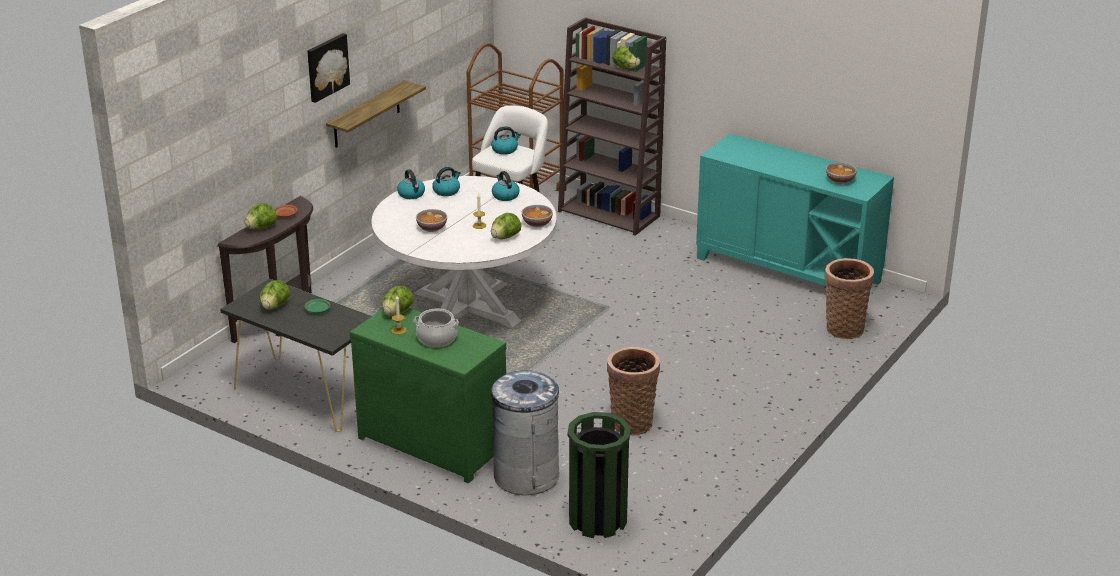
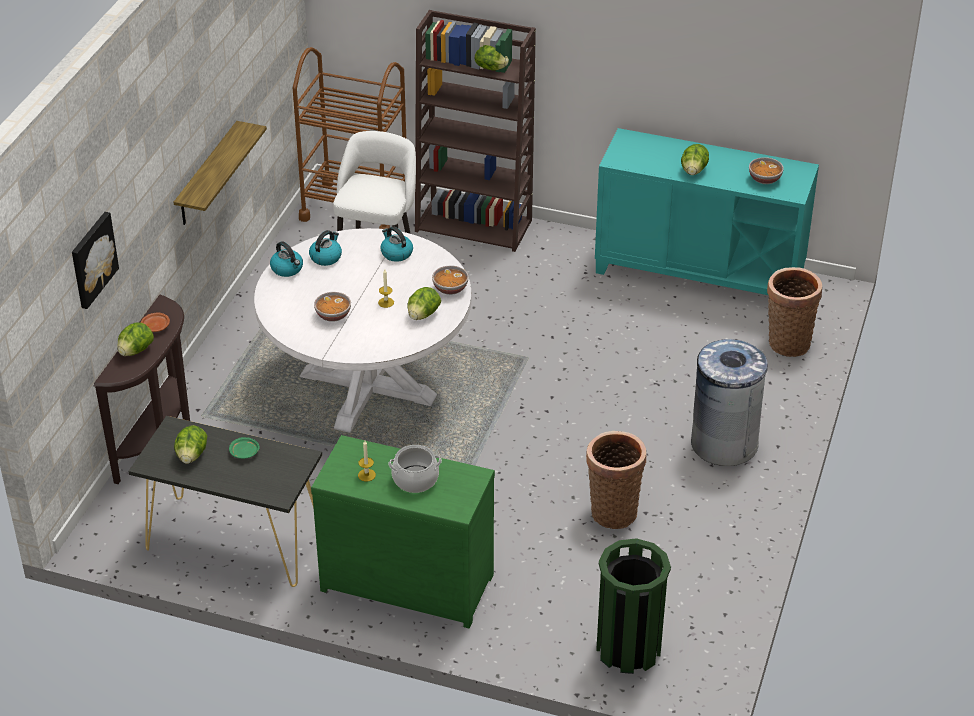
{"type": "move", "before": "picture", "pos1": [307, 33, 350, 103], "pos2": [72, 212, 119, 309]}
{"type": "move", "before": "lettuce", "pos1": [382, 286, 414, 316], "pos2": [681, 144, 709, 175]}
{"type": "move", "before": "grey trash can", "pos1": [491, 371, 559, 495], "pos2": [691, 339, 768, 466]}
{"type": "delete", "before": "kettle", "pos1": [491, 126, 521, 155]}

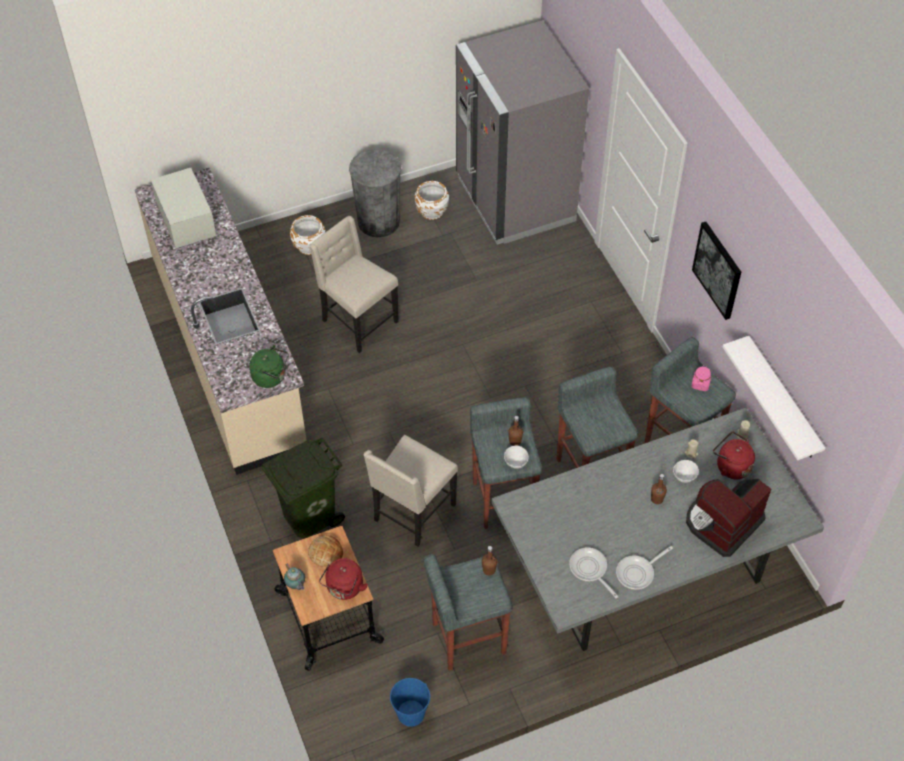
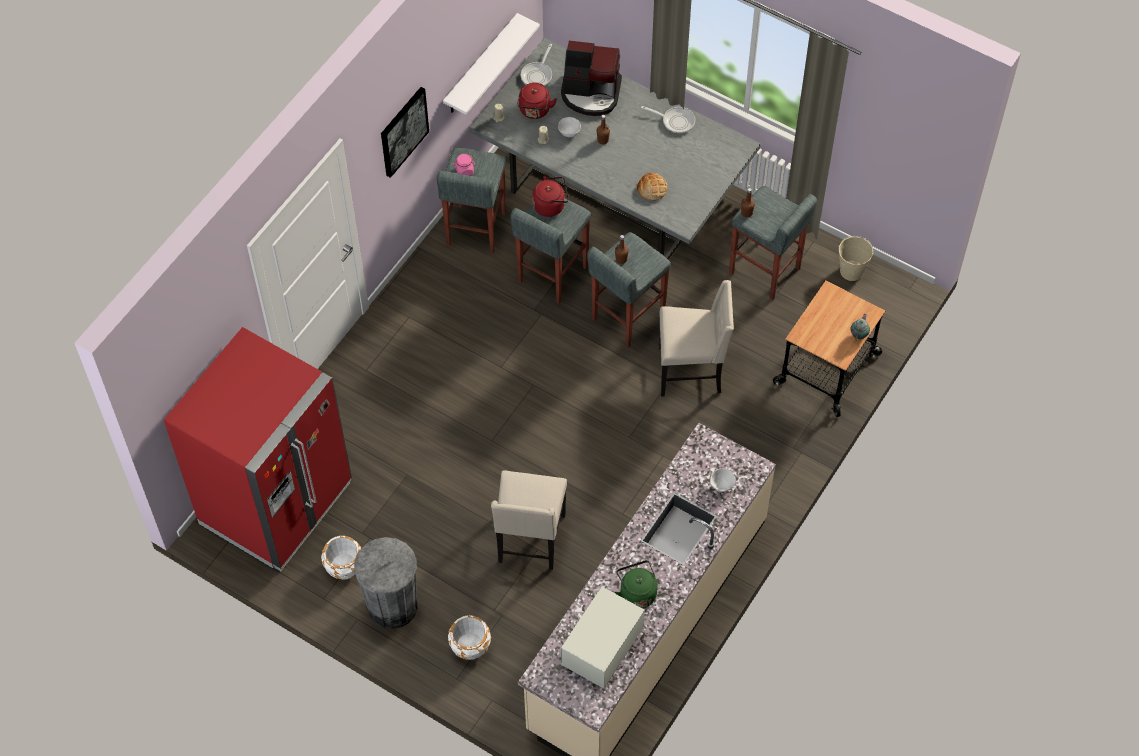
{"type": "recolor", "before": "grey fridge", "after": "red fridge", "pos1": [456, 20, 589, 245], "pos2": [164, 327, 352, 571]}
{"type": "move", "before": "frying pan", "pos1": [569, 547, 618, 598], "pos2": [520, 44, 552, 86]}
{"type": "move", "before": "red kettle", "pos1": [319, 558, 368, 600], "pos2": [532, 176, 569, 217]}
{"type": "move", "before": "green kettle", "pos1": [249, 345, 289, 388], "pos2": [614, 560, 658, 608]}
{"type": "move", "before": "bread", "pos1": [308, 535, 343, 566], "pos2": [637, 173, 668, 201]}
{"type": "move", "before": "white bowl", "pos1": [504, 446, 529, 469], "pos2": [710, 468, 735, 492]}
{"type": "recolor", "before": "blue bucket", "after": "beige bucket", "pos1": [390, 678, 430, 727], "pos2": [839, 236, 874, 281]}
{"type": "delete", "before": "green trash can", "pos1": [262, 438, 345, 538]}

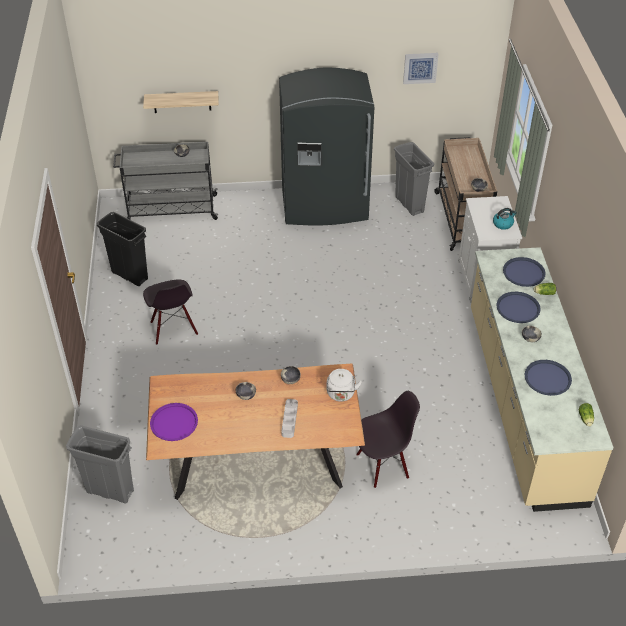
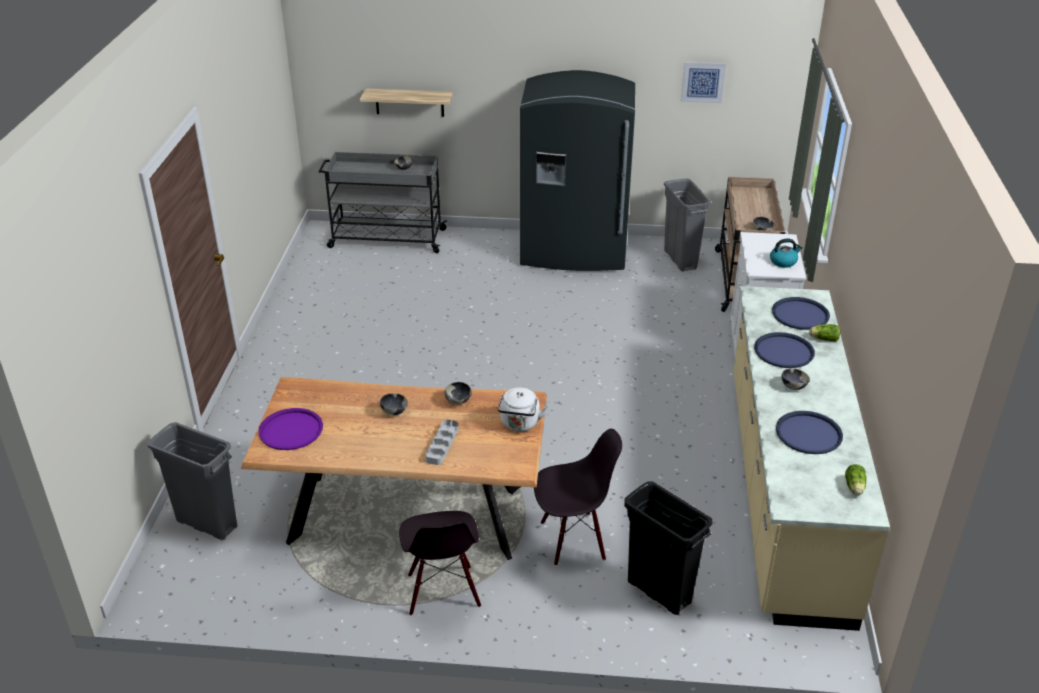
{"type": "move", "before": "black chair", "pos1": [143, 279, 198, 345], "pos2": [399, 511, 481, 615]}
{"type": "move", "before": "black trash can", "pos1": [97, 212, 148, 286], "pos2": [624, 481, 712, 615]}

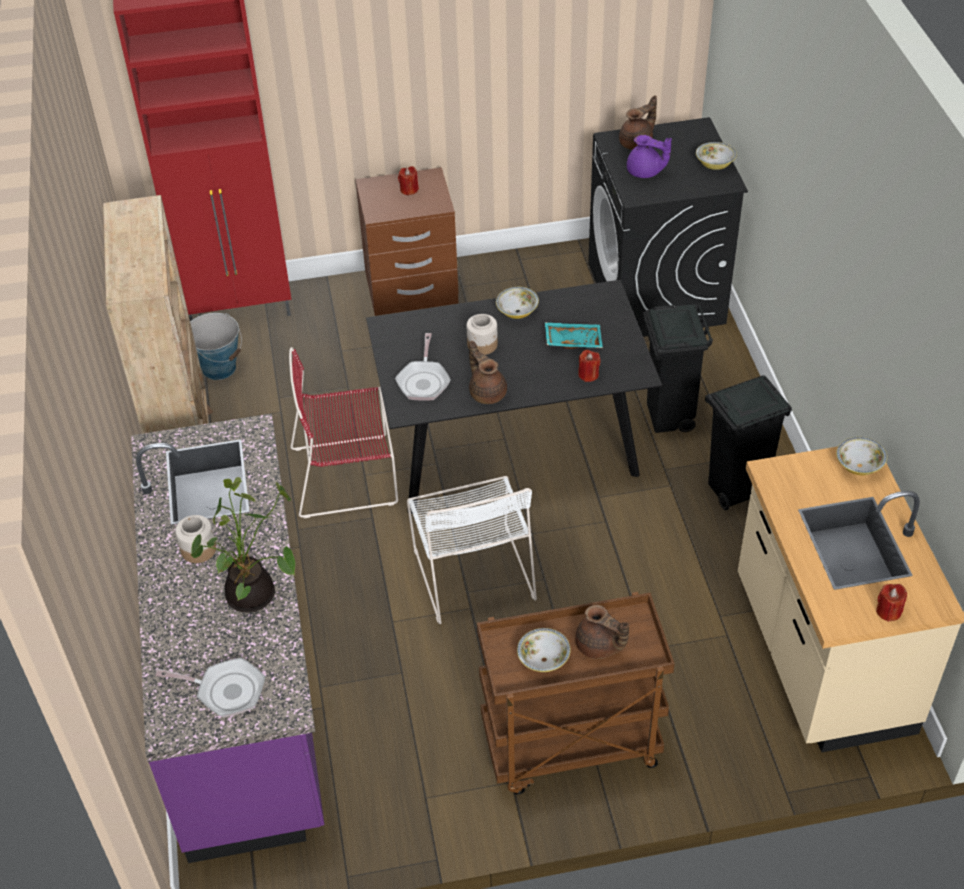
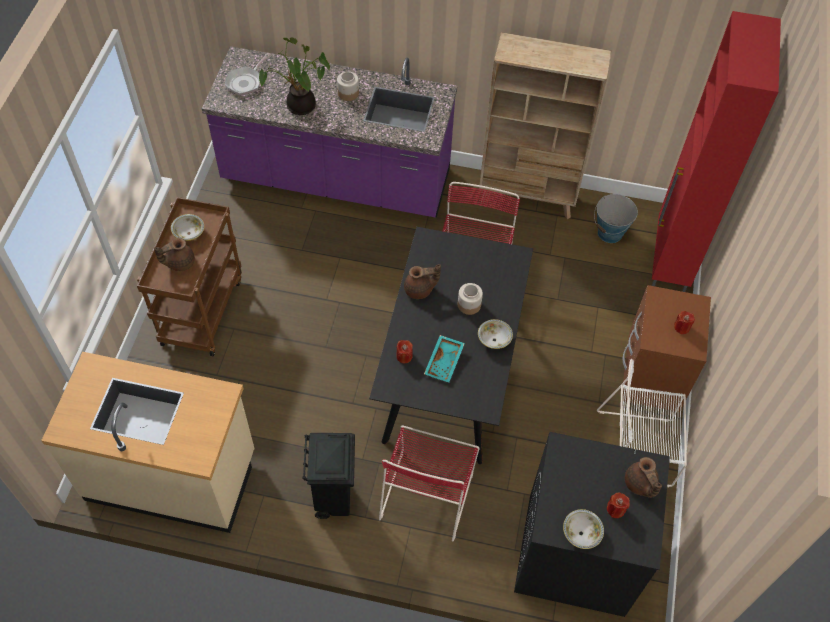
{"type": "replace", "before": "black trash can", "after": "red chair", "pos1": [643, 303, 713, 433], "pos2": [379, 425, 480, 542]}
{"type": "move", "before": "white chair", "pos1": [407, 476, 537, 624], "pos2": [597, 359, 687, 487]}
{"type": "move", "before": "red candle", "pos1": [876, 584, 907, 622], "pos2": [607, 493, 630, 518]}
{"type": "delete", "before": "frying pan", "pos1": [395, 333, 451, 401]}
{"type": "delete", "before": "purple teapot", "pos1": [627, 135, 672, 178]}
{"type": "delete", "before": "bowl", "pos1": [836, 437, 887, 475]}

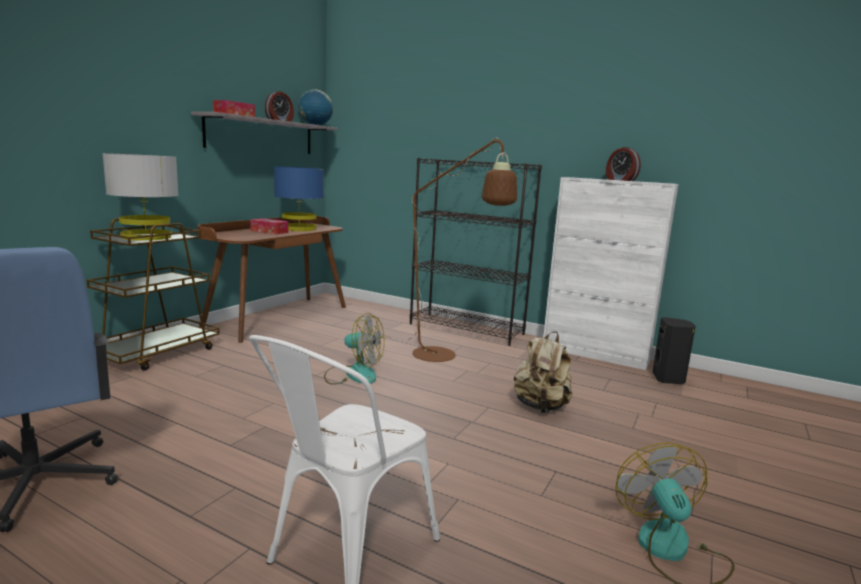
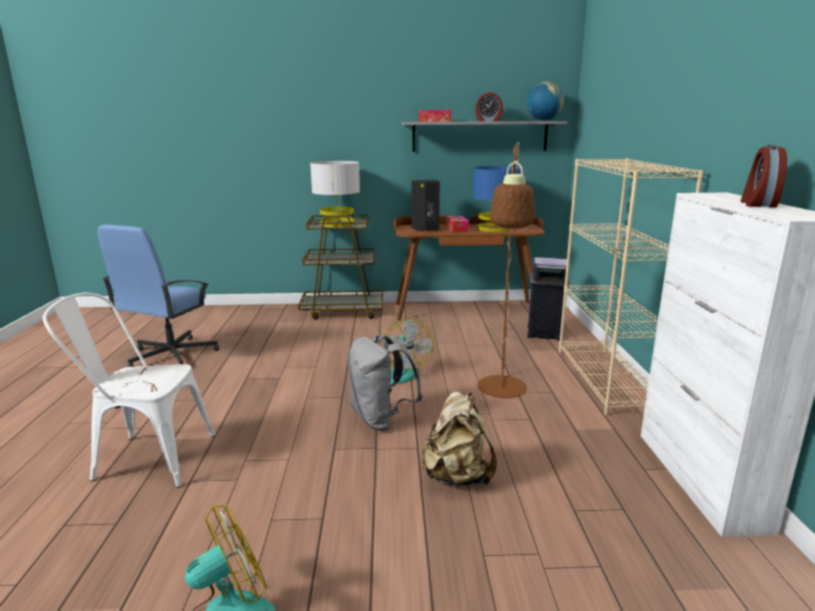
{"type": "insert", "after": "grey backpack", "pos2": [348, 335, 422, 431]}
{"type": "move", "before": "black speaker", "pos1": [652, 317, 696, 384], "pos2": [411, 180, 440, 232]}
{"type": "insert", "after": "blue trash can", "pos2": [527, 257, 570, 340]}
{"type": "recolor", "before": "black bookcase", "after": "beige bookcase", "pos1": [410, 158, 542, 346], "pos2": [559, 158, 704, 416]}

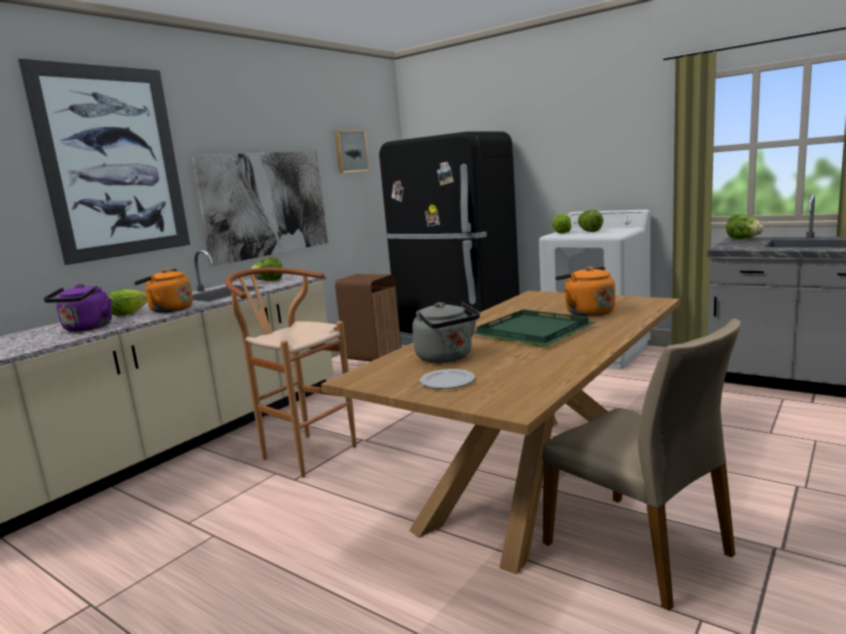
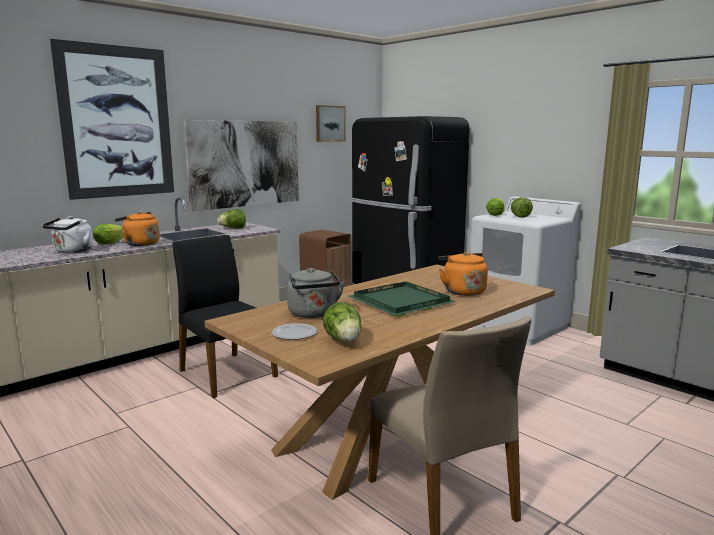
{"type": "recolor", "before": "purple kettle", "after": "white kettle", "pos1": [43, 284, 112, 332], "pos2": [42, 216, 93, 253]}
{"type": "replace", "before": "brown stool", "after": "black chair", "pos1": [226, 268, 357, 478], "pos2": [172, 235, 278, 398]}
{"type": "move", "before": "lettuce", "pos1": [726, 214, 764, 239], "pos2": [323, 302, 362, 342]}

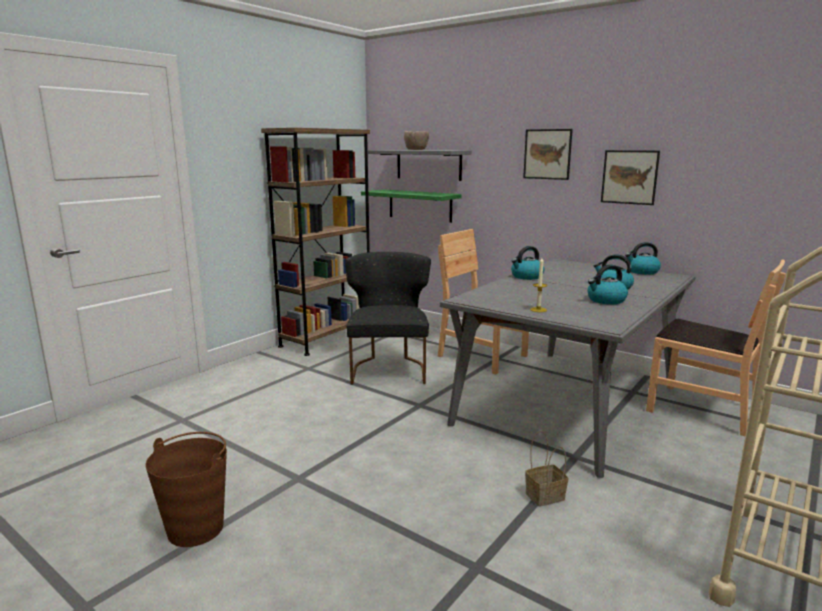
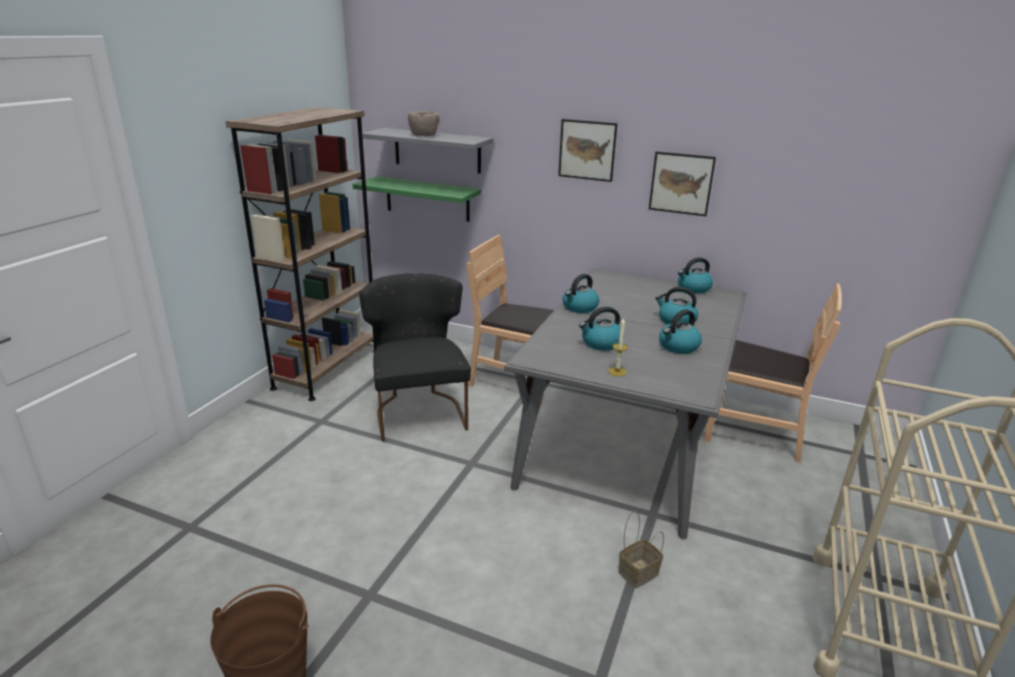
{"type": "insert", "after": "kettle", "pos2": [579, 307, 624, 351]}

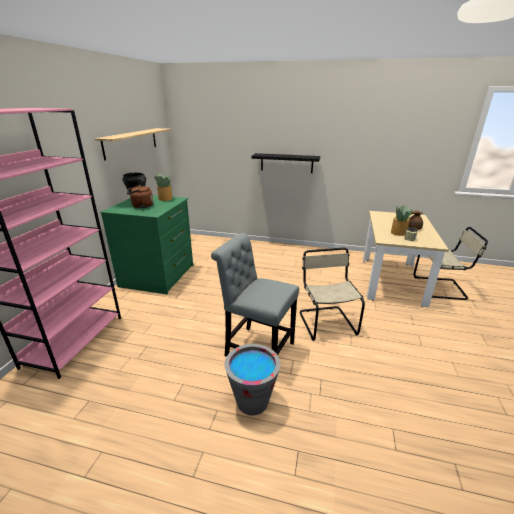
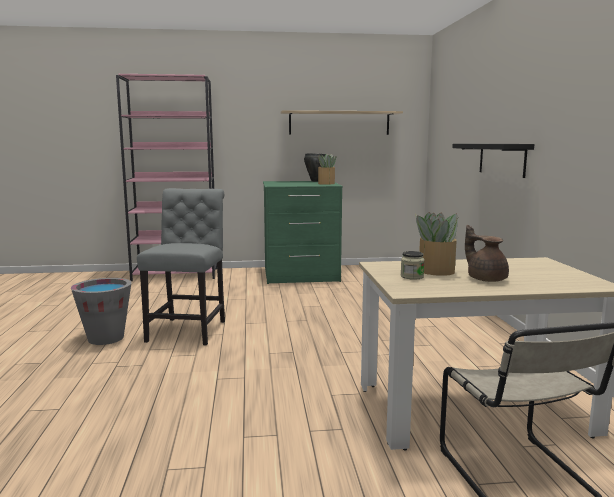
{"type": "delete", "before": "brown kettle", "pos1": [127, 185, 154, 208]}
{"type": "delete", "before": "beige chair", "pos1": [300, 248, 365, 341]}

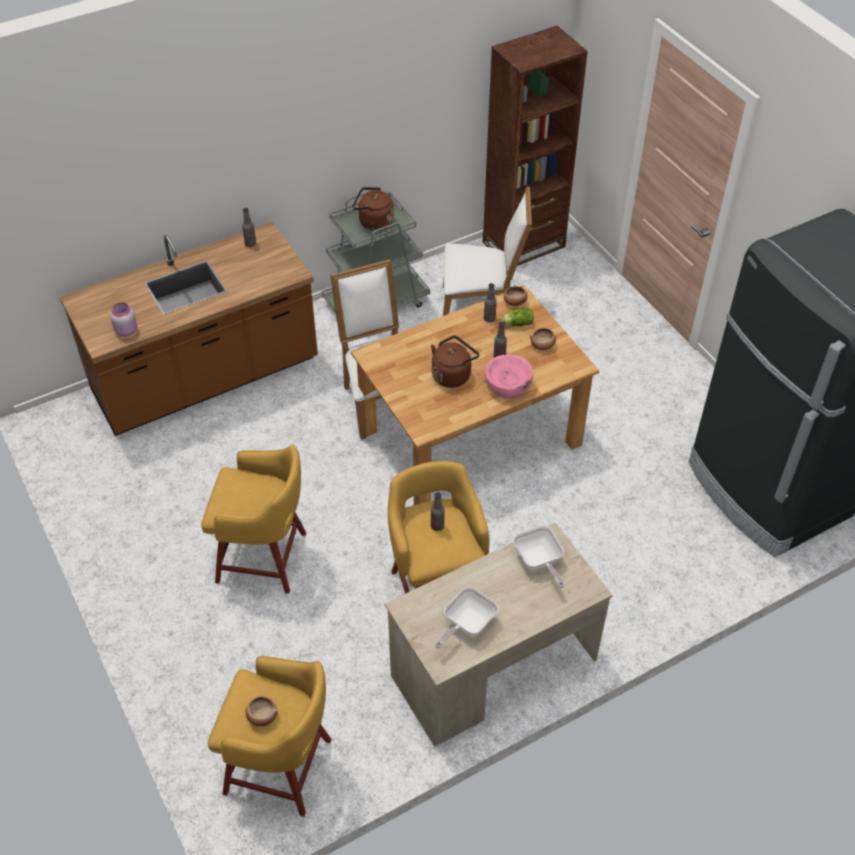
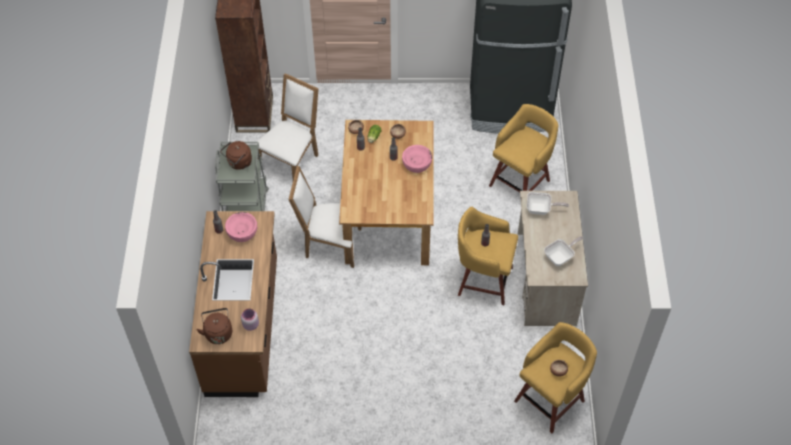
{"type": "move", "before": "brown kettle", "pos1": [431, 335, 479, 388], "pos2": [197, 308, 232, 344]}
{"type": "insert", "after": "pink bowl", "pos2": [225, 212, 257, 242]}
{"type": "move", "before": "yellow stool", "pos1": [201, 444, 306, 594], "pos2": [489, 104, 558, 192]}
{"type": "rotate", "before": "frying pan", "pos1": [435, 587, 499, 649], "pos2": [544, 236, 583, 266], "turn": -105}

